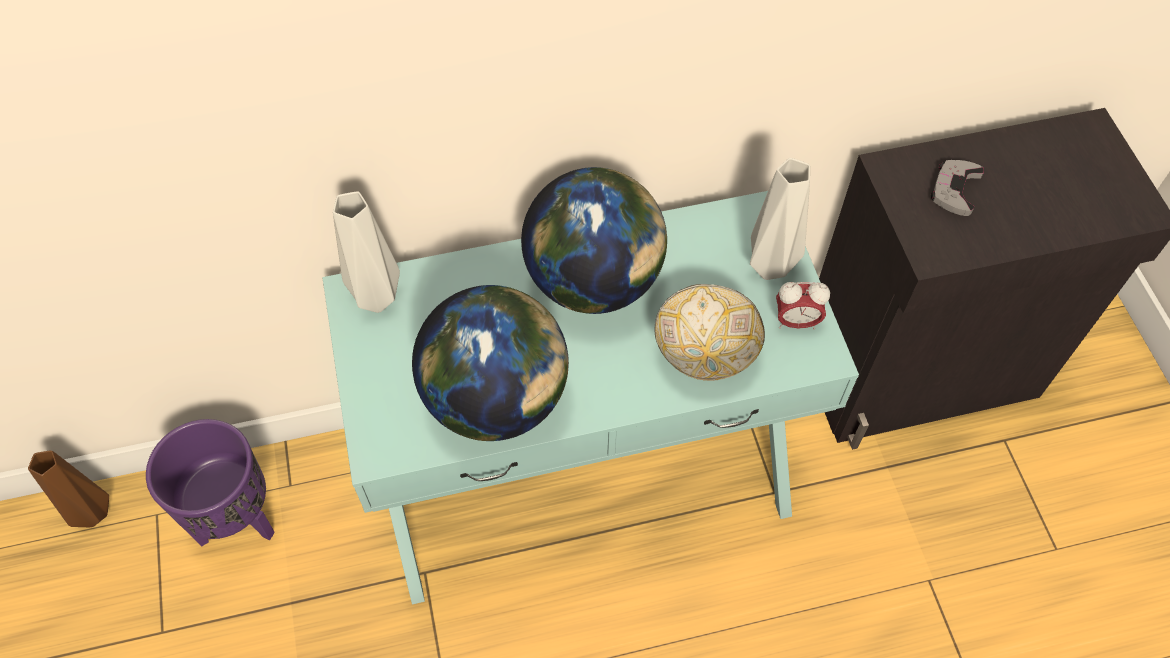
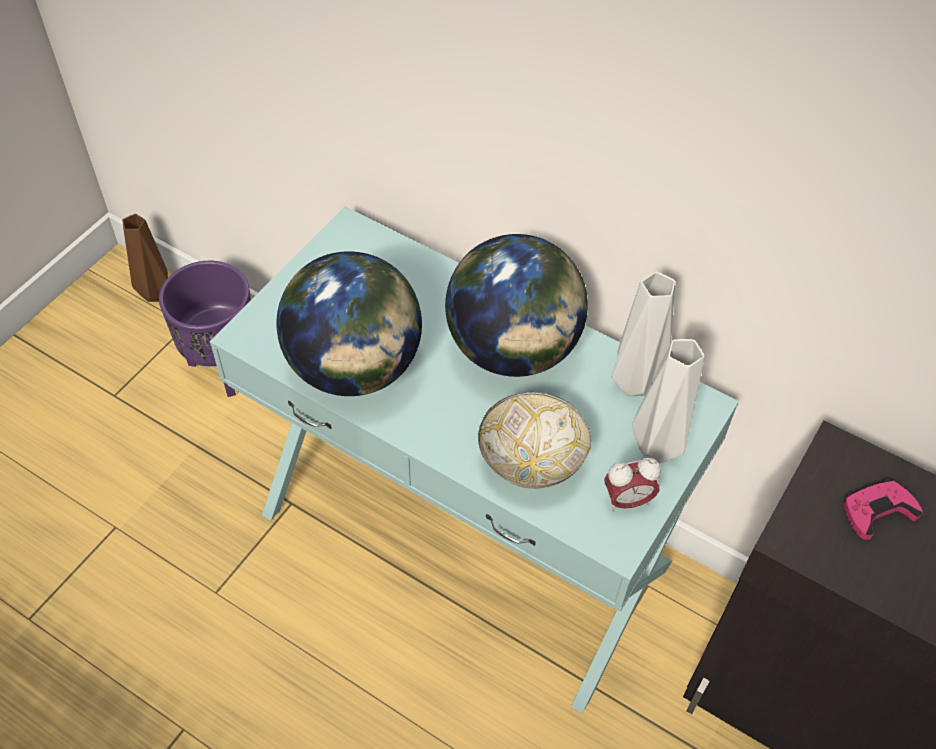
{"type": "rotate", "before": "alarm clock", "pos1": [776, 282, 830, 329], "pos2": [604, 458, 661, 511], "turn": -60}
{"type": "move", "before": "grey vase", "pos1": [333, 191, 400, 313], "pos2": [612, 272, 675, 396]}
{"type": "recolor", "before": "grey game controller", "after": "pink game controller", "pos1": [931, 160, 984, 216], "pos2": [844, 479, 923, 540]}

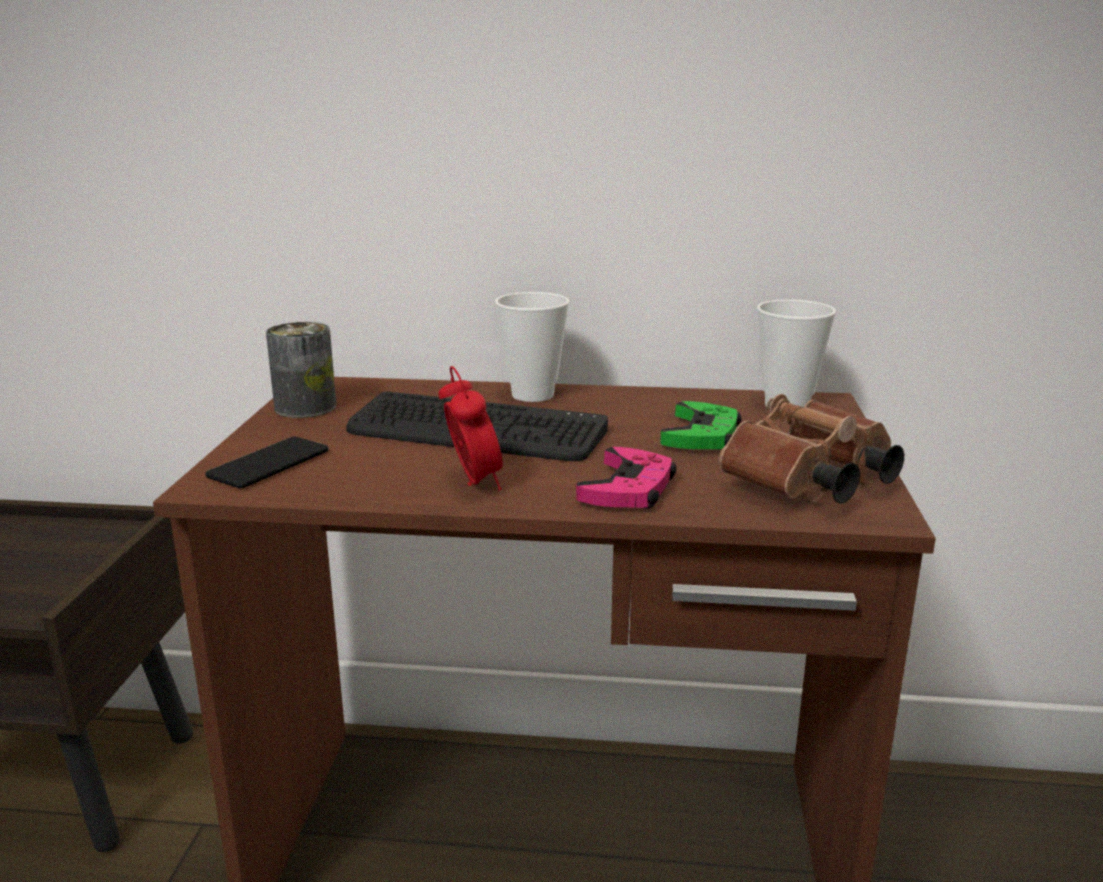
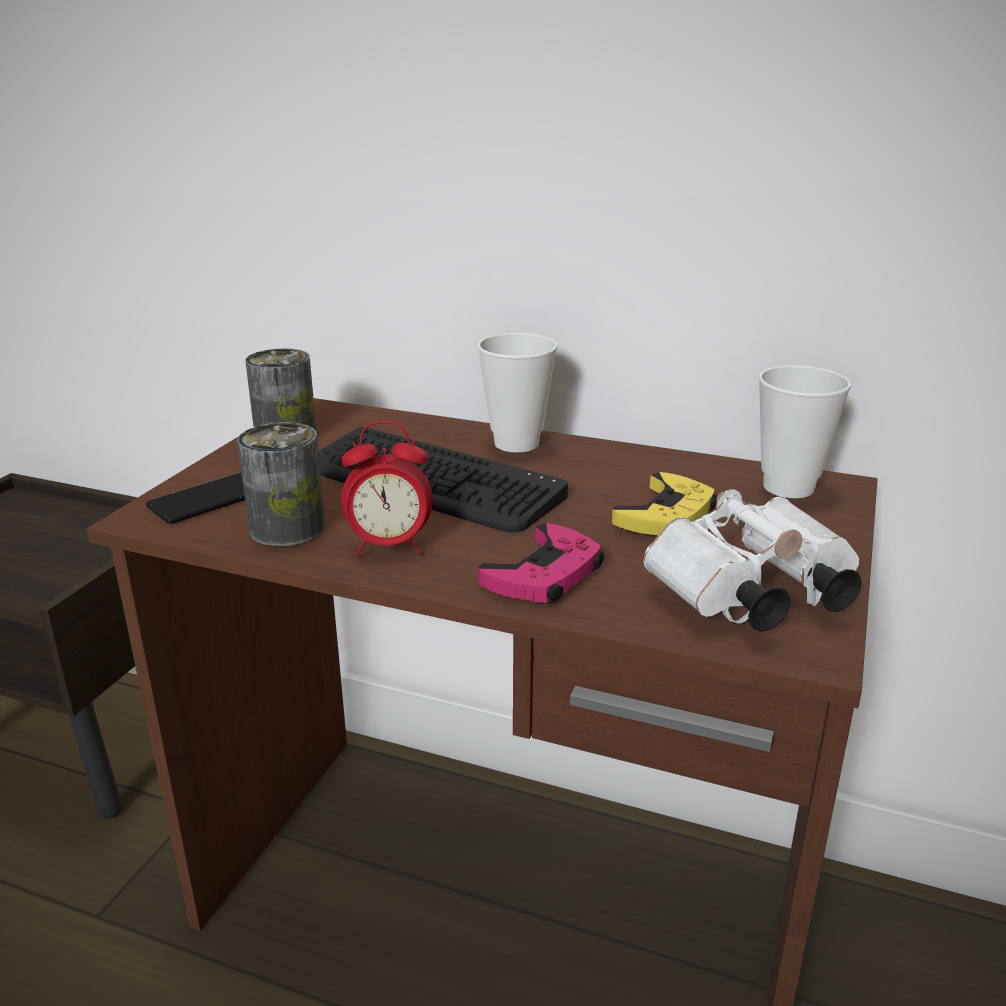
{"type": "insert", "after": "can", "pos2": [237, 422, 325, 547]}
{"type": "rotate", "before": "alarm clock", "pos1": [438, 366, 503, 491], "pos2": [341, 421, 433, 557], "turn": 90}
{"type": "recolor", "before": "green game controller", "after": "yellow game controller", "pos1": [660, 401, 742, 450], "pos2": [612, 472, 718, 535]}
{"type": "recolor", "before": "brown binoculars", "after": "white binoculars", "pos1": [718, 394, 904, 504], "pos2": [643, 489, 861, 632]}

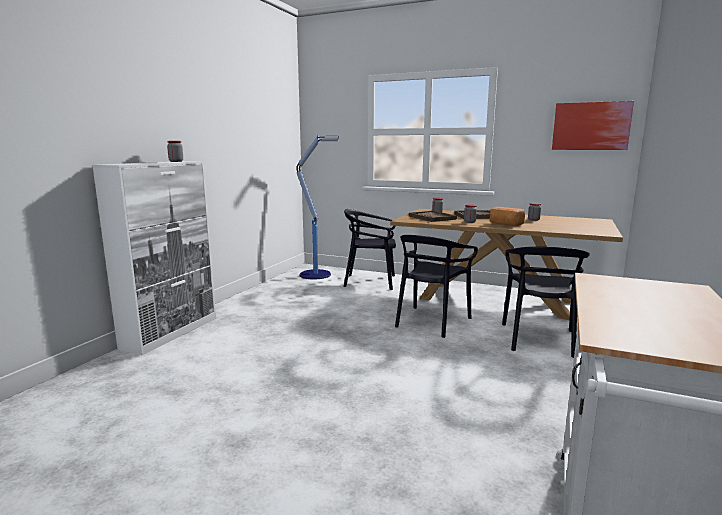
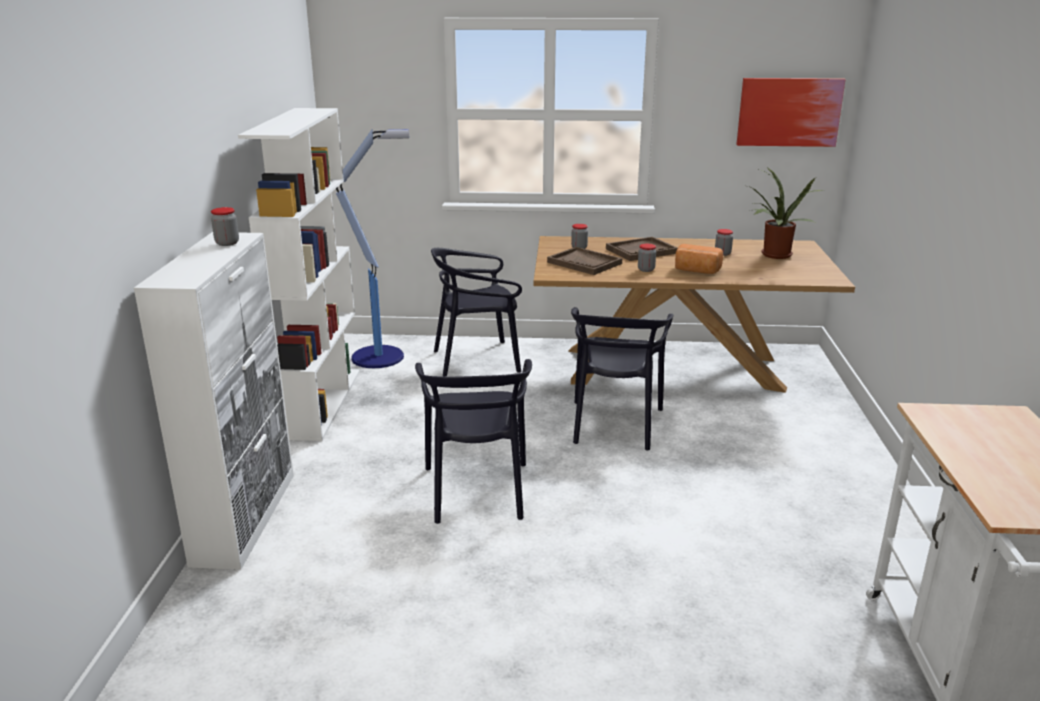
{"type": "insert", "after": "white bookcase", "pos2": [238, 108, 360, 441]}
{"type": "move", "before": "black chair", "pos1": [502, 247, 590, 358], "pos2": [415, 359, 532, 524]}
{"type": "insert", "after": "potted plant", "pos2": [748, 167, 824, 259]}

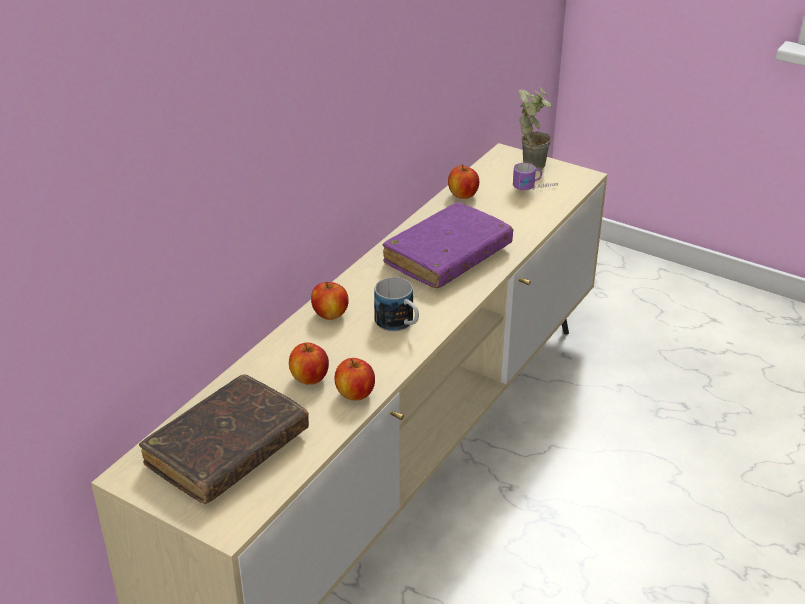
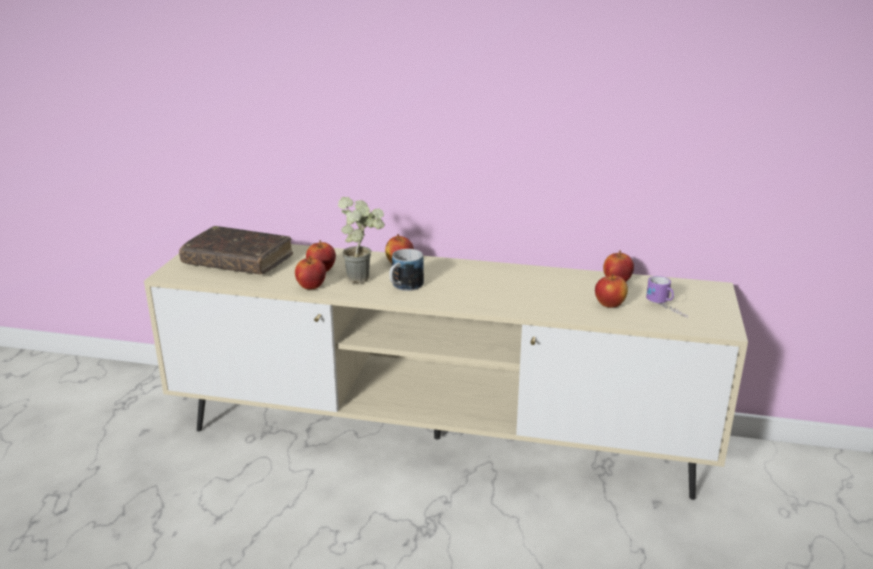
{"type": "move", "before": "potted plant", "pos1": [519, 88, 552, 170], "pos2": [338, 197, 385, 284]}
{"type": "insert", "after": "apple", "pos2": [595, 274, 628, 308]}
{"type": "delete", "before": "purple book", "pos1": [382, 202, 513, 288]}

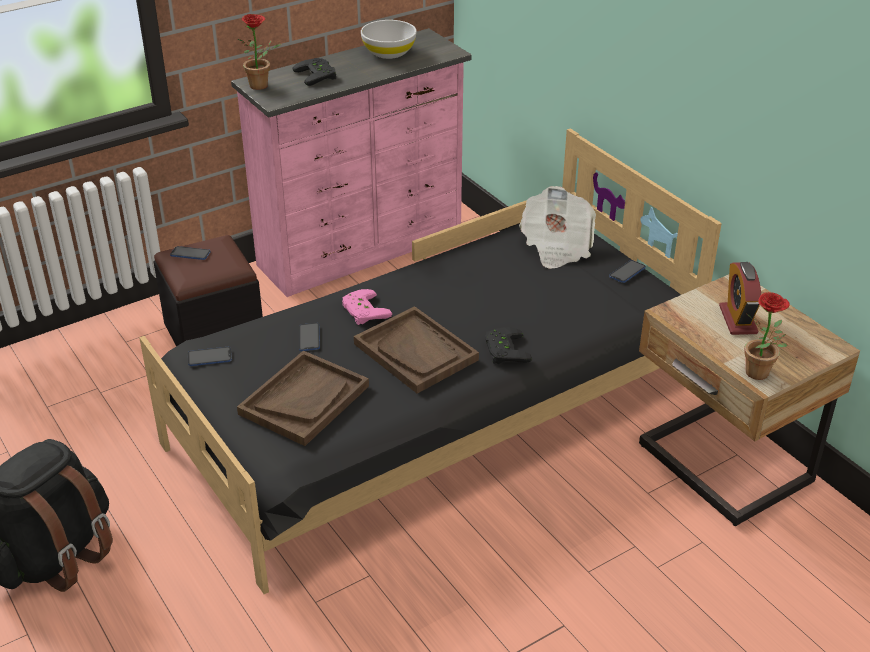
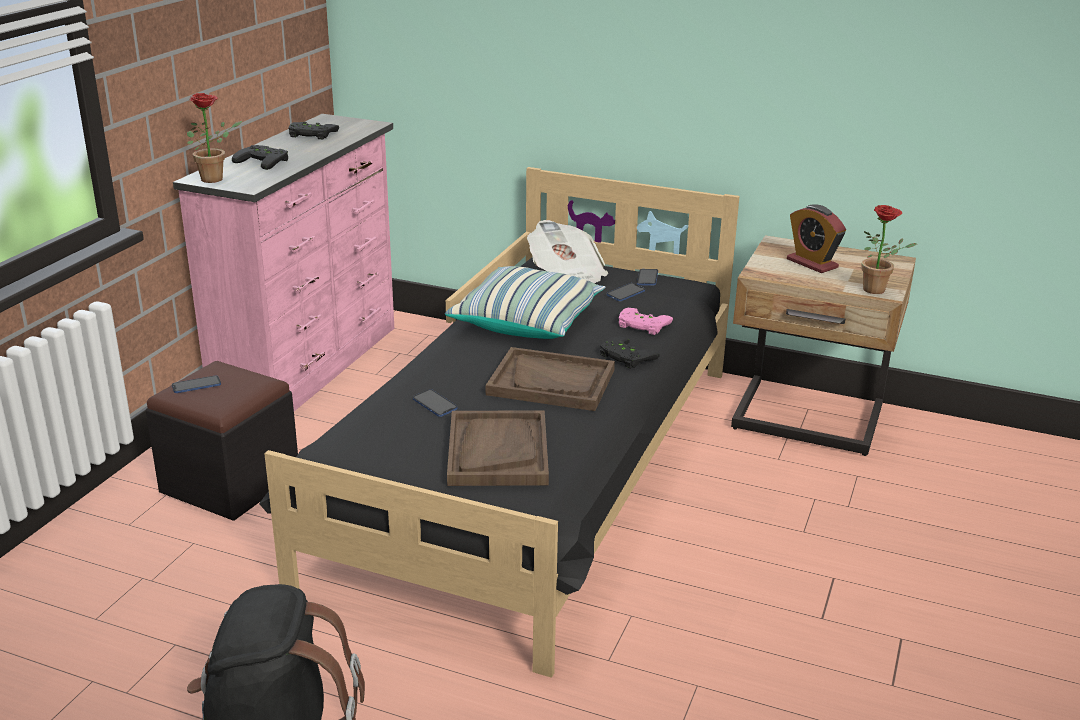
{"type": "replace", "before": "white bowl", "after": "black game controller", "pos1": [361, 20, 417, 59], "pos2": [289, 122, 339, 140]}
{"type": "insert", "after": "pillow", "pos2": [445, 266, 605, 339]}
{"type": "move", "before": "phone", "pos1": [188, 347, 232, 366], "pos2": [607, 283, 645, 301]}
{"type": "move", "before": "pink game controller", "pos1": [342, 289, 392, 325], "pos2": [619, 308, 673, 335]}

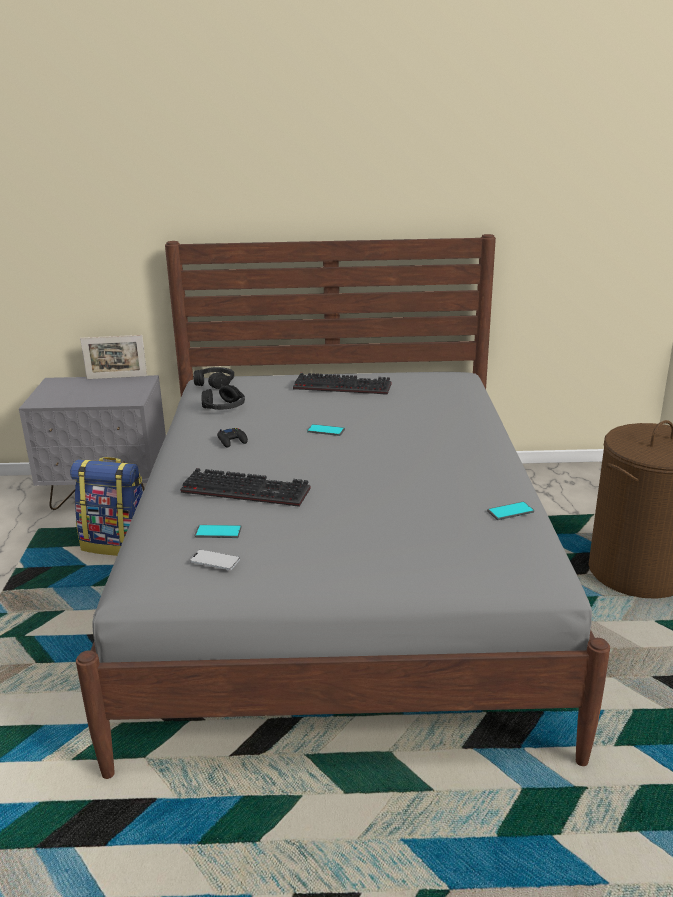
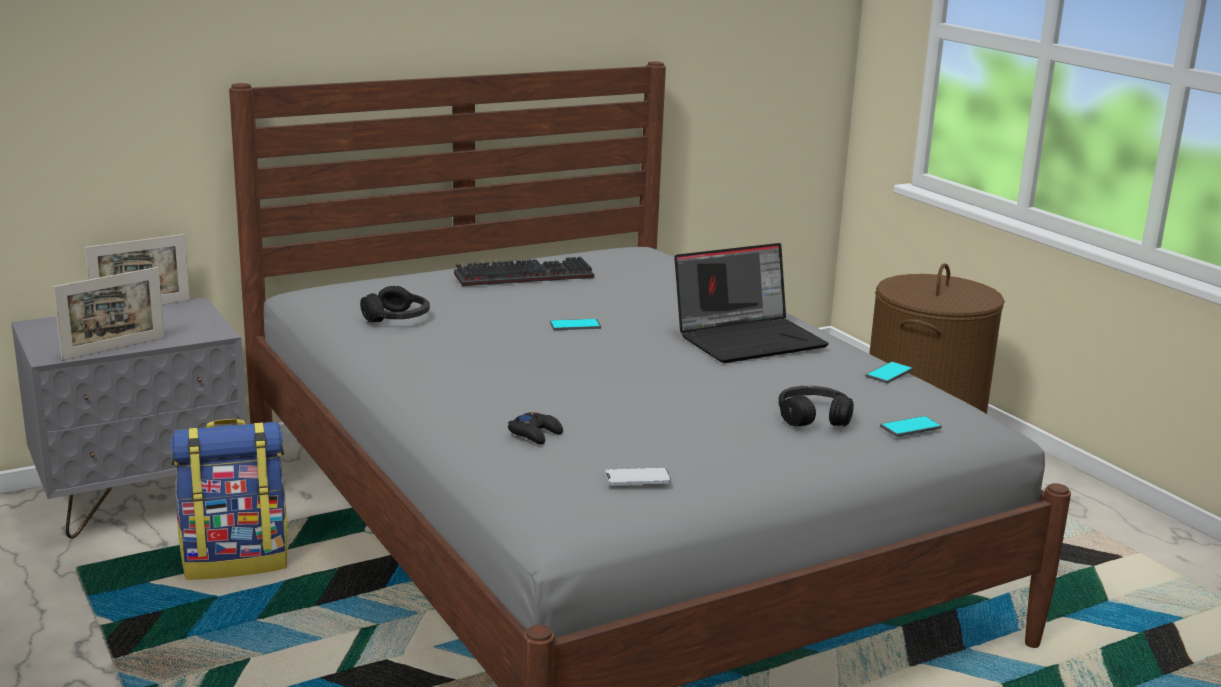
{"type": "insert", "after": "picture frame", "pos2": [53, 267, 165, 360]}
{"type": "move", "before": "black game controller", "pos1": [217, 428, 248, 448], "pos2": [508, 412, 563, 444]}
{"type": "insert", "after": "laptop", "pos2": [674, 243, 829, 363]}
{"type": "move", "before": "black headphones", "pos1": [193, 367, 234, 389], "pos2": [778, 386, 854, 426]}
{"type": "move", "before": "phone", "pos1": [195, 525, 241, 538], "pos2": [880, 416, 942, 437]}
{"type": "delete", "before": "keyboard", "pos1": [180, 468, 311, 507]}

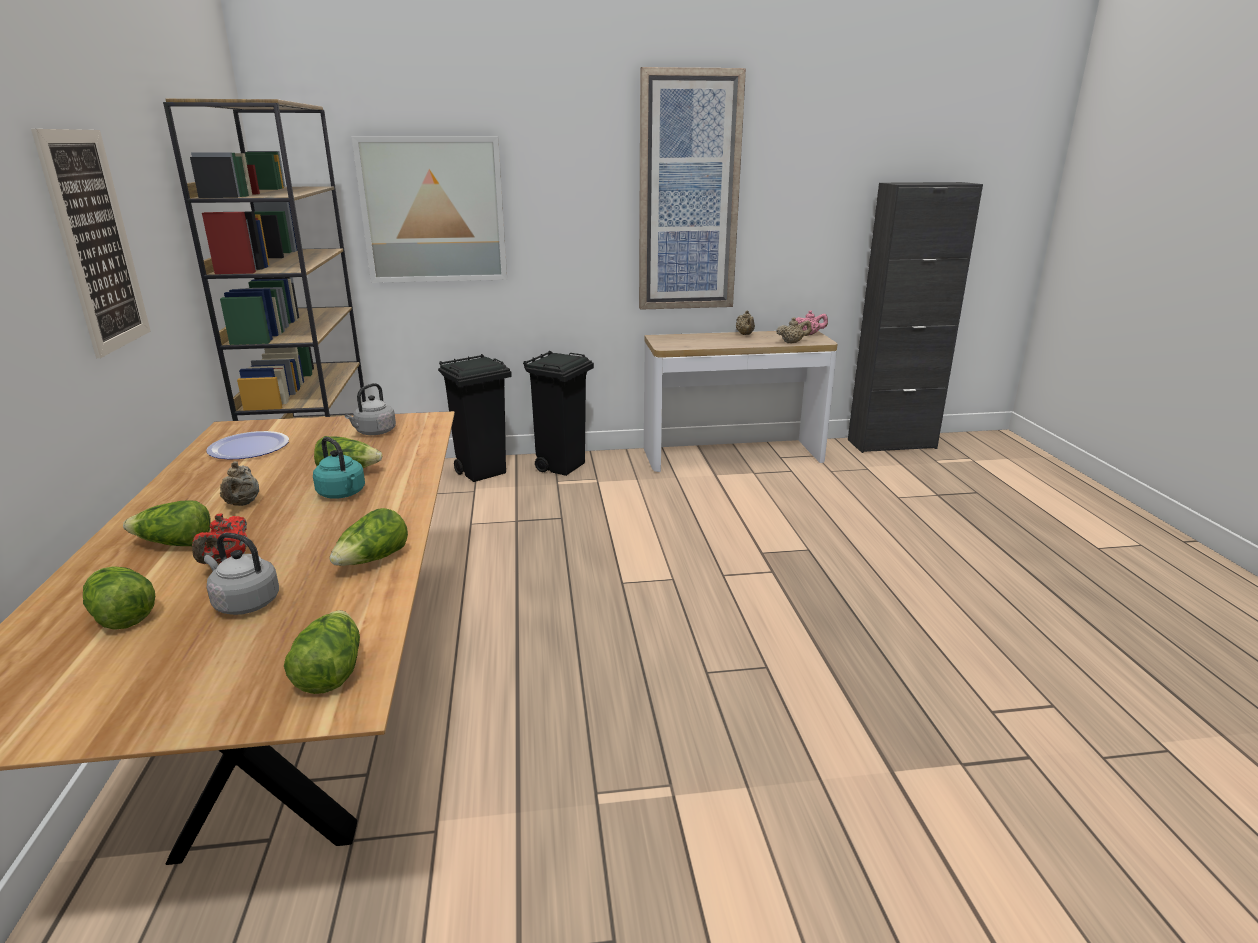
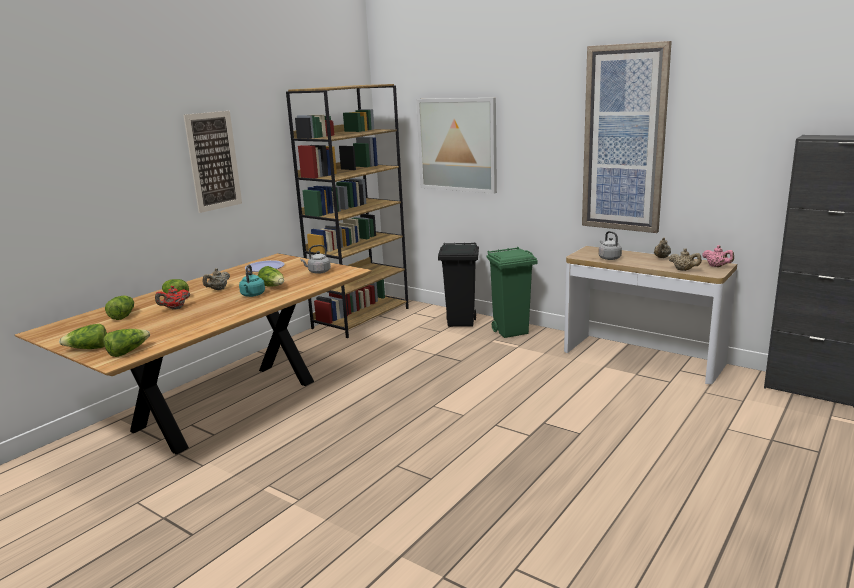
{"type": "move", "before": "lettuce", "pos1": [330, 508, 408, 566], "pos2": [59, 324, 107, 349]}
{"type": "recolor", "before": "black trash can", "after": "green trash can", "pos1": [523, 351, 594, 476], "pos2": [486, 247, 538, 338]}
{"type": "move", "before": "grey kettle", "pos1": [204, 533, 279, 615], "pos2": [599, 231, 622, 260]}

